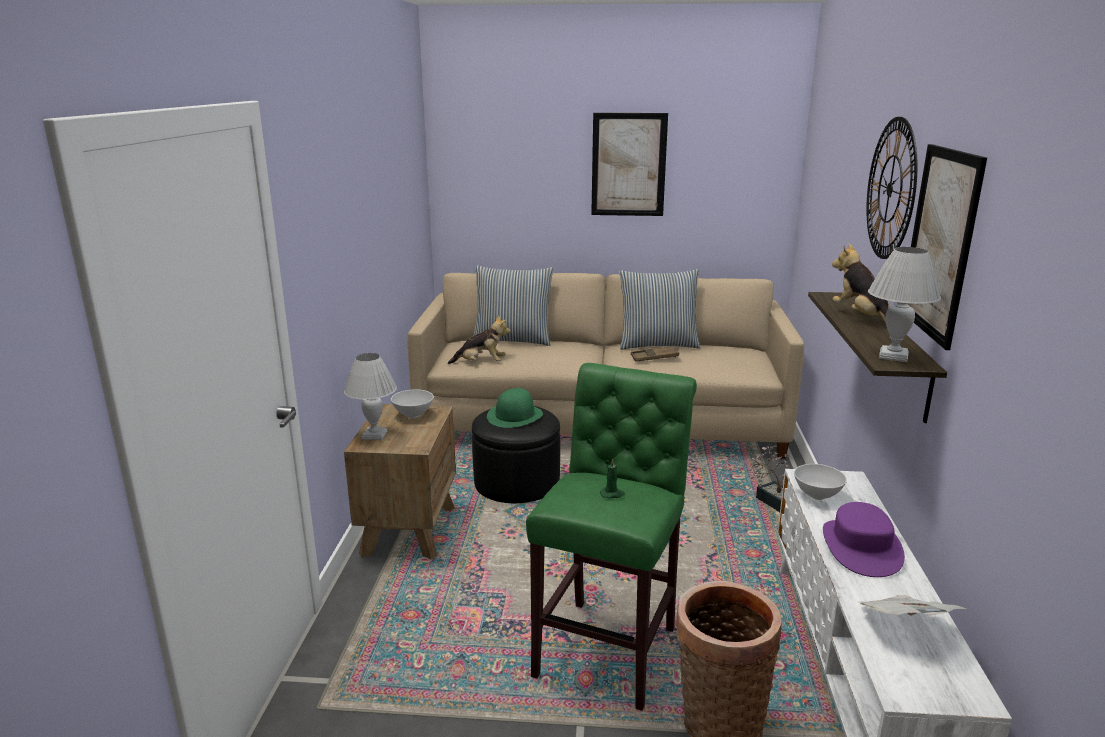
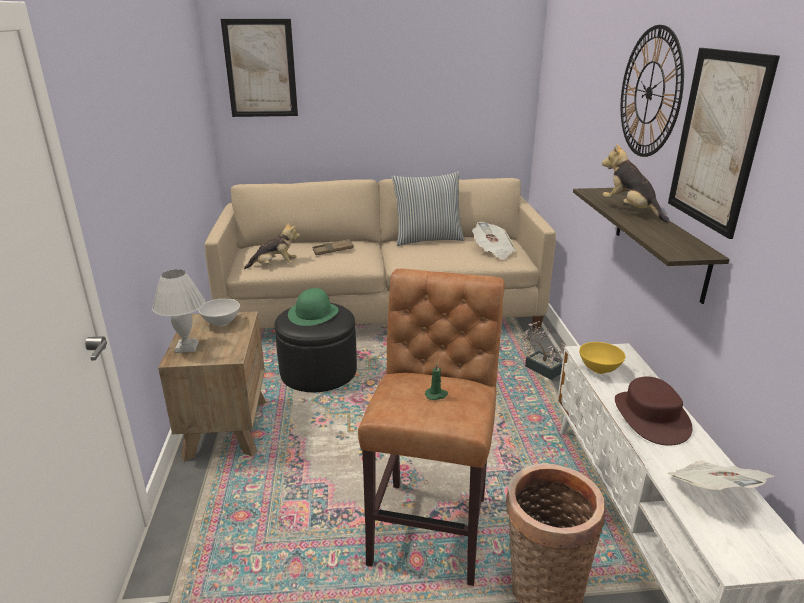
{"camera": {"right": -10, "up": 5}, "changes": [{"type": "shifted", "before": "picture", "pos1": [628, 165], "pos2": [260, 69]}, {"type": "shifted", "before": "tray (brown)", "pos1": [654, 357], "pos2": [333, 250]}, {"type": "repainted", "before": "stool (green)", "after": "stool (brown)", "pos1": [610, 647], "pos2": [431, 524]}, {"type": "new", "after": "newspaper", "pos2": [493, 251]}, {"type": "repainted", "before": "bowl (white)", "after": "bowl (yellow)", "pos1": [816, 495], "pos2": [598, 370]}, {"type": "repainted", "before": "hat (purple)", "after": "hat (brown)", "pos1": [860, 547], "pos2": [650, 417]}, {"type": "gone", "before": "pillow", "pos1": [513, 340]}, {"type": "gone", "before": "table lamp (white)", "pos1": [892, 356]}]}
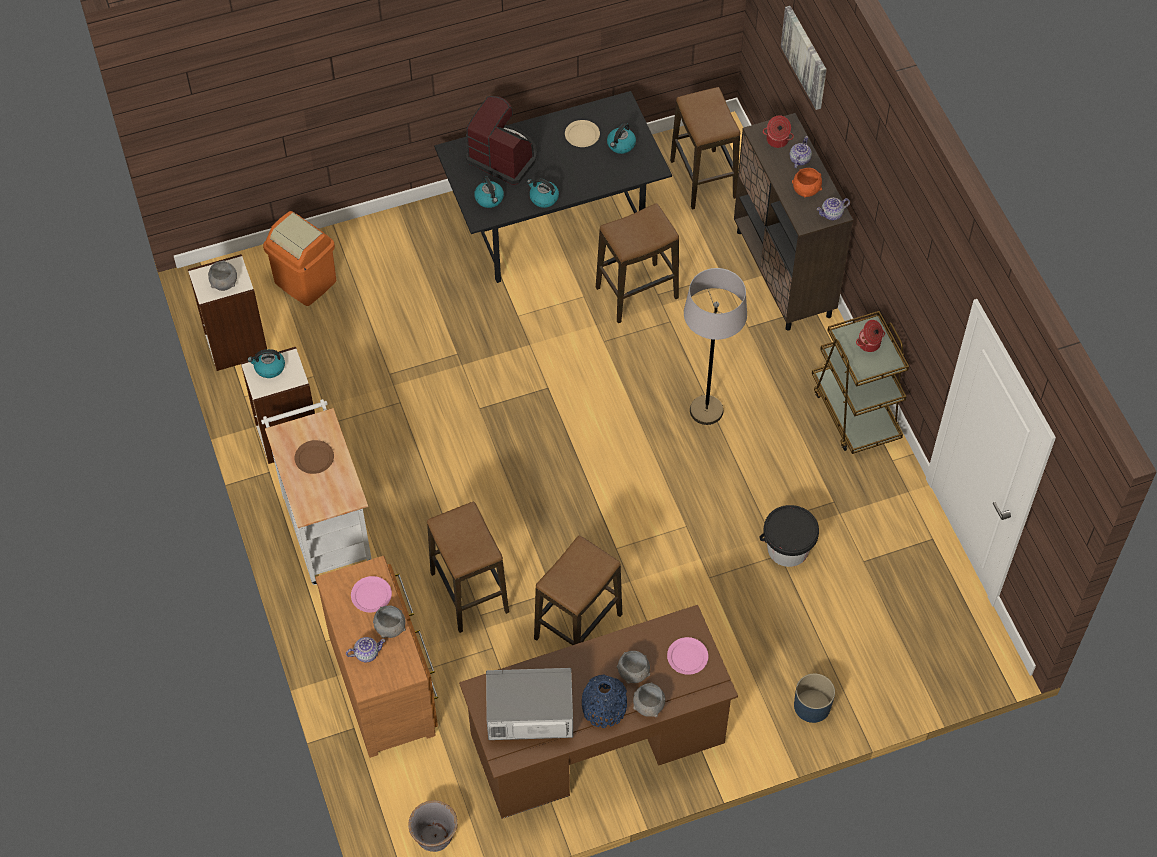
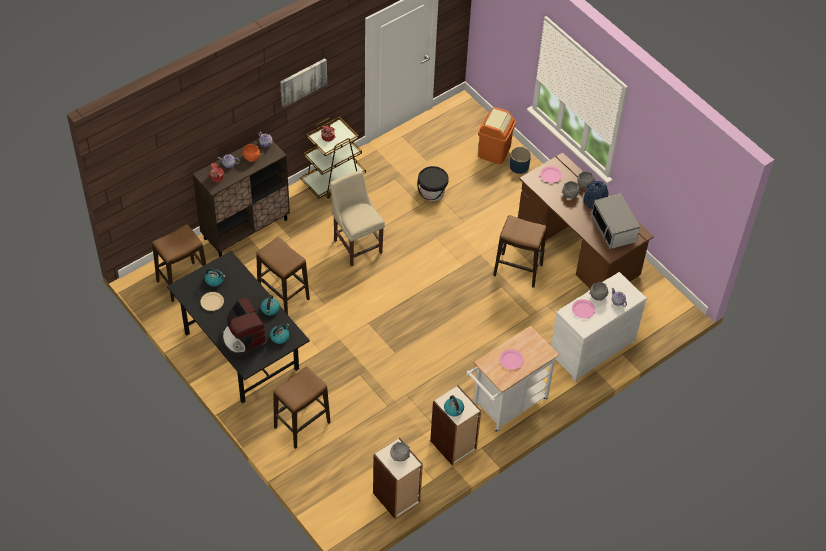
{"camera": {"right": -110, "up": -5}, "changes": [{"type": "rotated", "before": "coffee machine", "pos1": [503, 157], "pos2": [243, 338], "turn": -45}, {"type": "shifted", "before": "stool", "pos1": [469, 592], "pos2": [302, 425]}, {"type": "shifted", "before": "picture", "pos1": [805, 57], "pos2": [303, 82]}, {"type": "swapped", "before": "floor lamp (grey)", "after": "chair (beige)", "pos1": [706, 410], "pos2": [357, 244]}, {"type": "shifted", "before": "trash can (orange)", "pos1": [306, 281], "pos2": [494, 151]}, {"type": "repainted", "before": "plate (brown)", "after": "plate (pink)", "pos1": [314, 458], "pos2": [511, 360]}, {"type": "repainted", "before": "dresser (brown)", "after": "dresser (white)", "pos1": [385, 683], "pos2": [590, 347]}, {"type": "gone", "before": "planter (grey)", "pos1": [435, 837]}]}
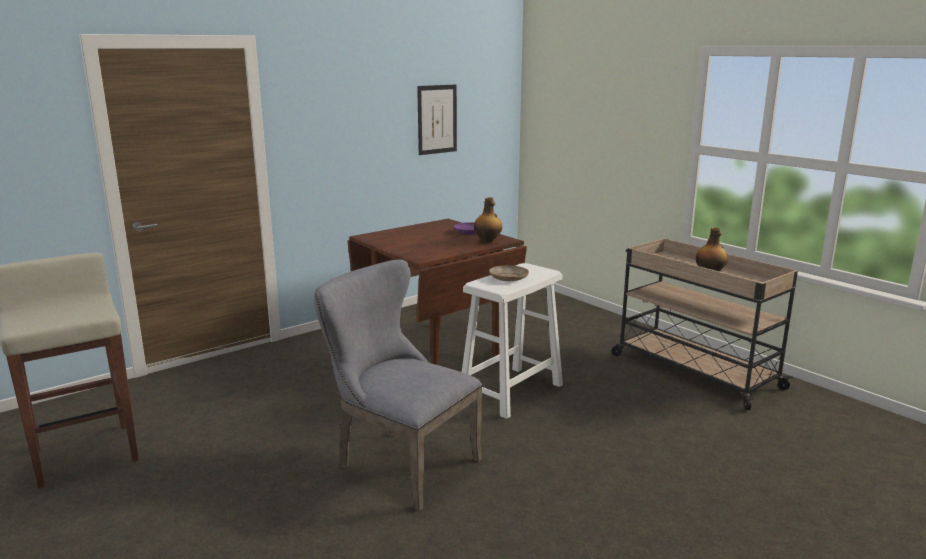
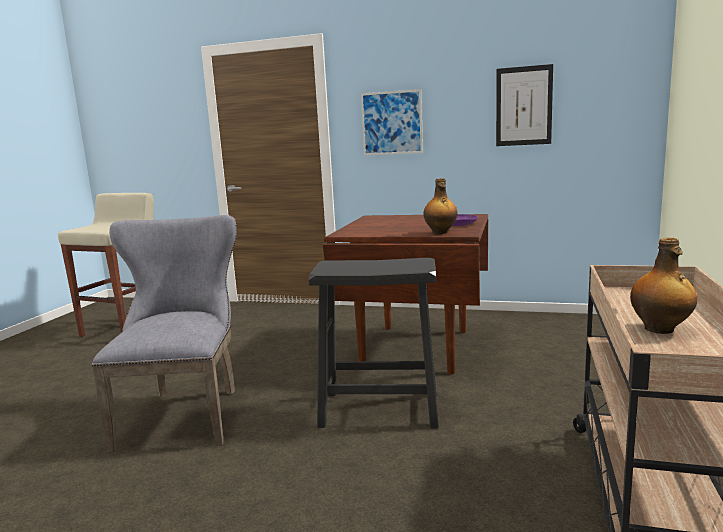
{"camera": {"right": 55, "up": -5}, "changes": [{"type": "repainted", "before": "stool (white)", "after": "stool (black)", "pos1": [510, 392], "pos2": [379, 409]}, {"type": "new", "after": "picture", "pos2": [391, 123]}, {"type": "gone", "before": "plate (beige)", "pos1": [508, 278]}]}
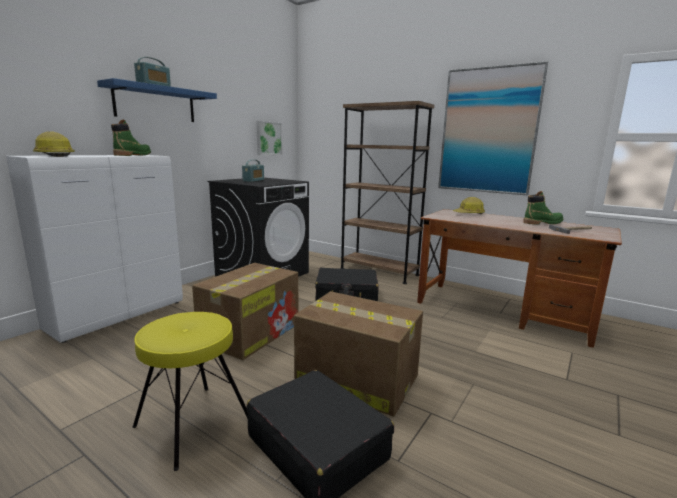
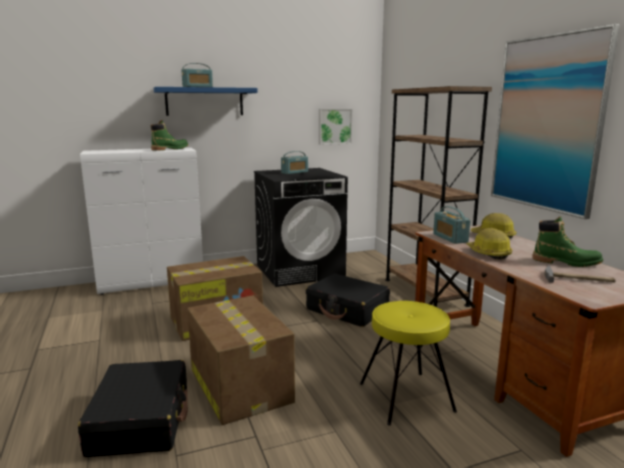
{"camera": {"right": 35, "up": 0}, "changes": [{"type": "shifted", "before": "stool (yellow)", "pos1": [192, 424], "pos2": [405, 397]}, {"type": "new", "after": "radio", "pos2": [450, 238]}, {"type": "shifted", "before": "hard hat", "pos1": [53, 156], "pos2": [488, 253]}]}
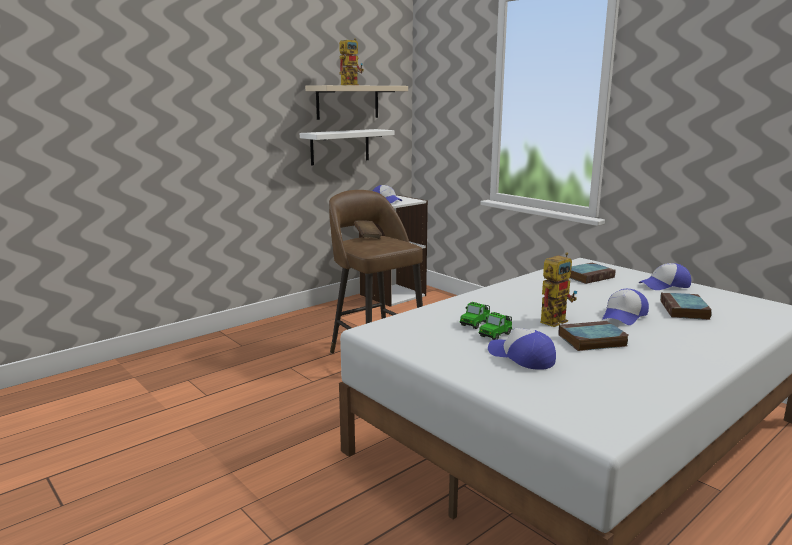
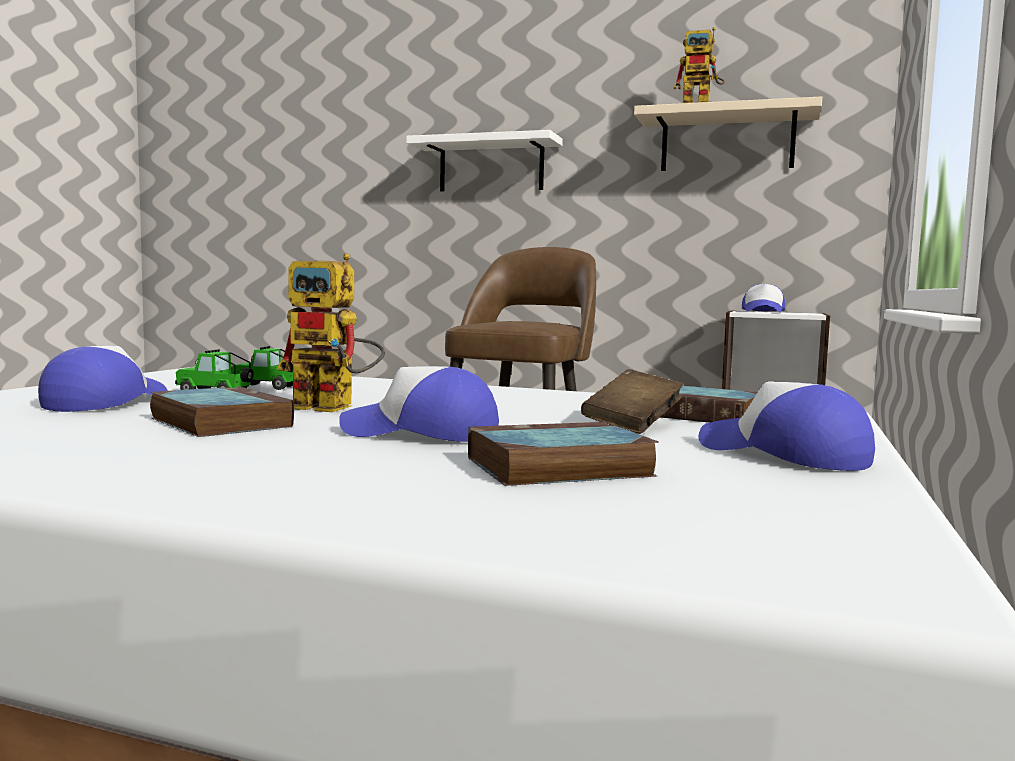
{"camera": {"right": 60, "up": -10}, "changes": [{"type": "shifted", "before": "shelf (white)", "pos1": [340, 146], "pos2": [491, 166]}, {"type": "shifted", "before": "book (brown)", "pos1": [367, 237], "pos2": [632, 425]}]}
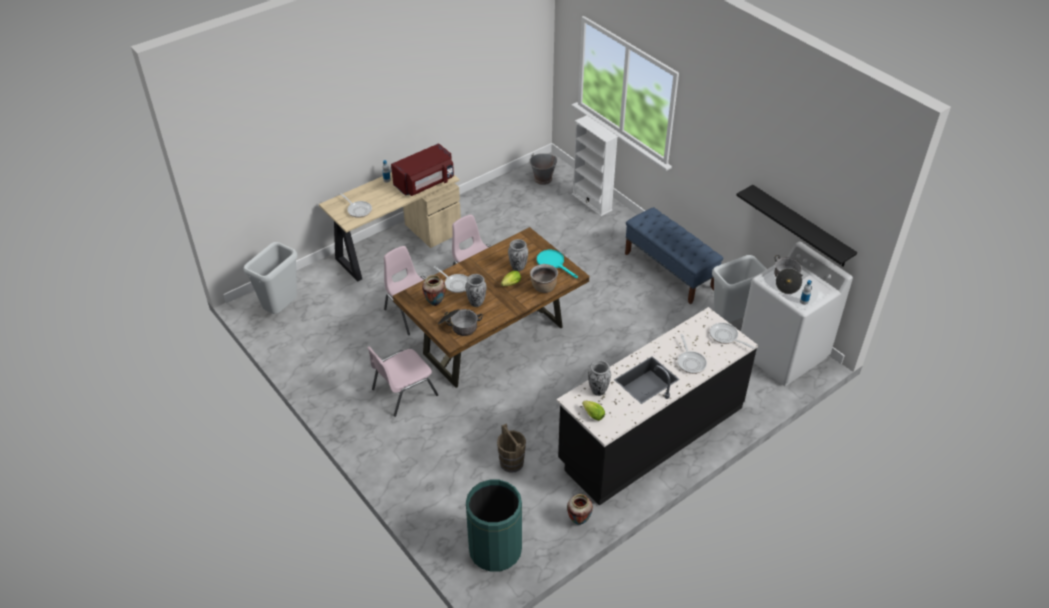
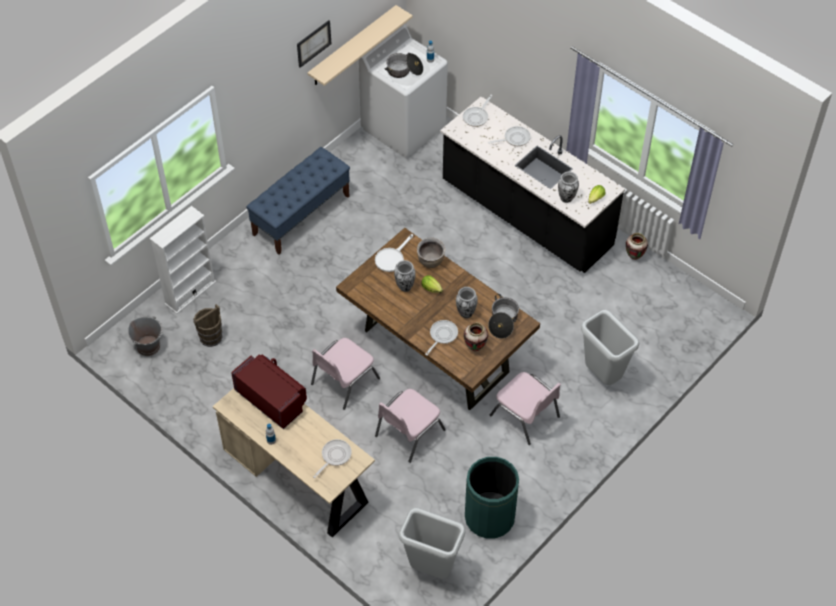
{"camera": {"right": -100, "up": 10}, "changes": [{"type": "shifted", "before": "bucket (brown)", "pos1": [511, 462], "pos2": [210, 337]}, {"type": "new", "after": "picture", "pos2": [313, 43]}, {"type": "repainted", "before": "shelf (black)", "after": "shelf (beige)", "pos1": [800, 226], "pos2": [352, 46]}, {"type": "repainted", "before": "frying pan (turquoise)", "after": "frying pan (white)", "pos1": [553, 263], "pos2": [391, 258]}, {"type": "shifted", "before": "trash can (green)", "pos1": [495, 550], "pos2": [489, 517]}, {"type": "shifted", "before": "trash can (grey)", "pos1": [730, 320], "pos2": [601, 376]}]}
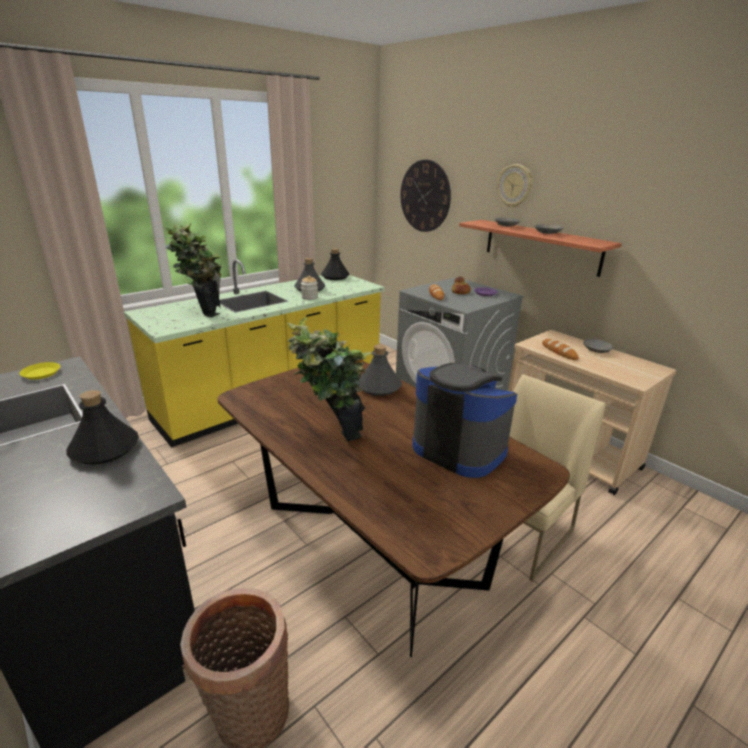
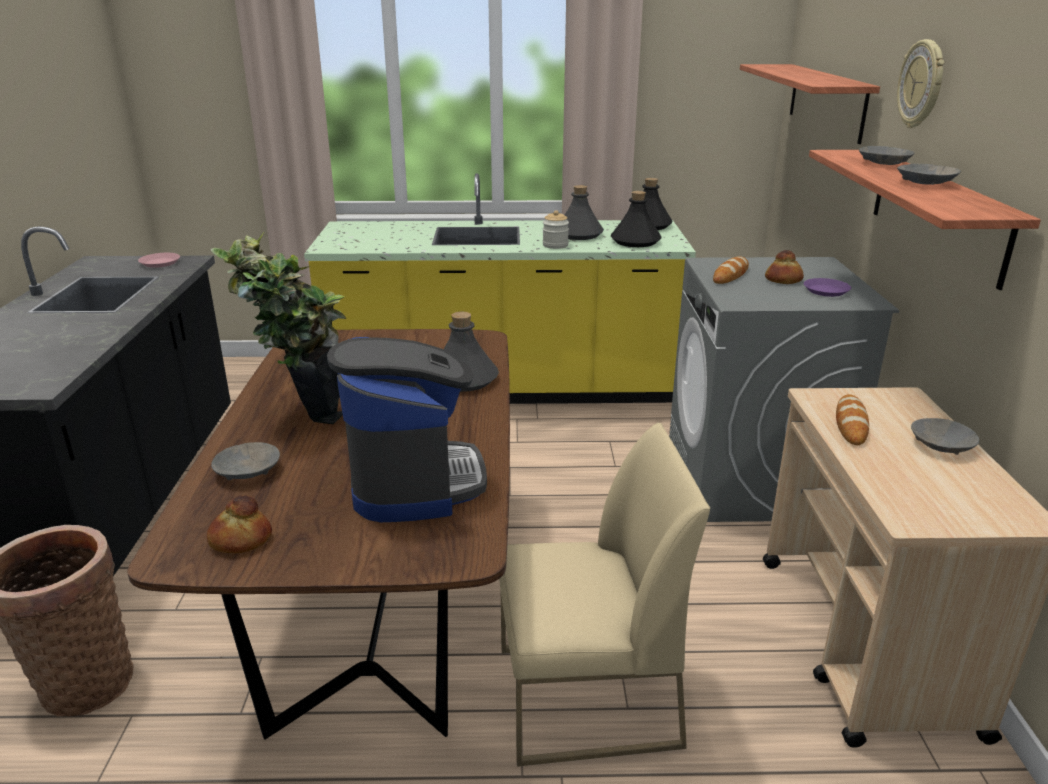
{"camera": {"right": 40, "up": 0}, "changes": [{"type": "repainted", "before": "plate (yellow)", "after": "plate (pink)", "pos1": [41, 373], "pos2": [160, 263]}, {"type": "new", "after": "bread", "pos2": [240, 540]}, {"type": "new", "after": "bowl (grey)", "pos2": [248, 471]}, {"type": "shifted", "before": "bottle (black)", "pos1": [104, 449], "pos2": [635, 241]}, {"type": "swapped", "before": "wall clock", "after": "shelf", "pos1": [425, 196], "pos2": [826, 101]}, {"type": "gone", "before": "potted plant", "pos1": [202, 312]}]}
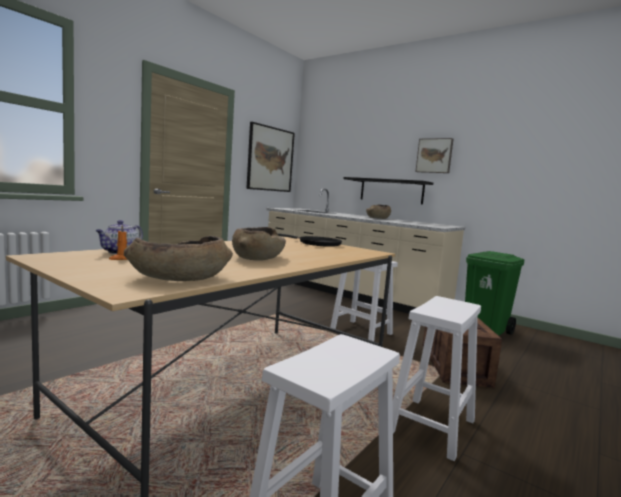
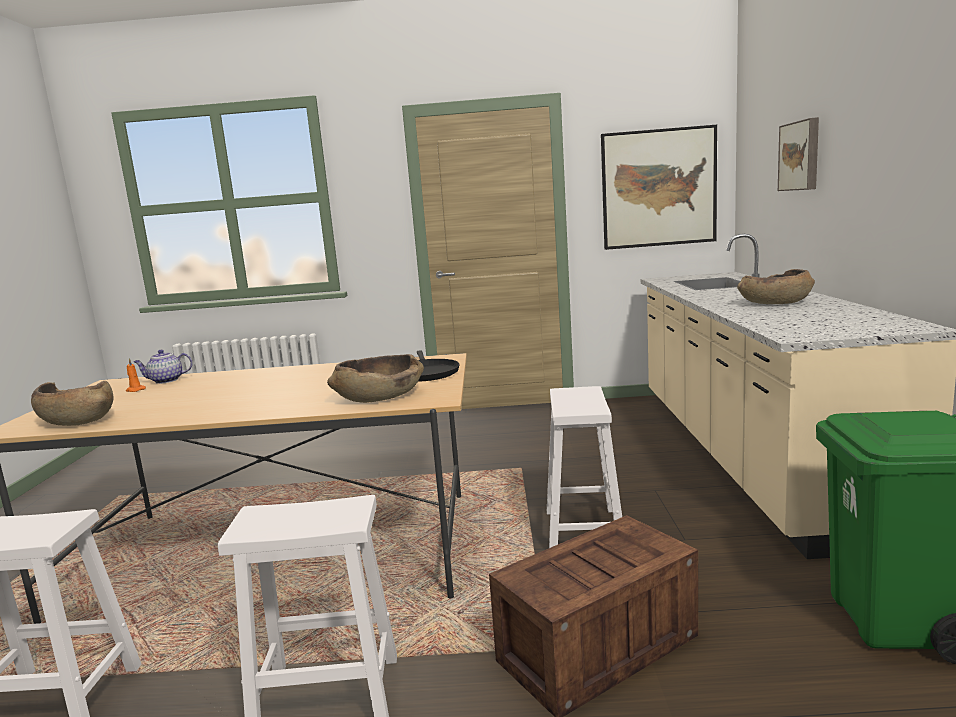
{"camera": {"right": 55, "up": 5}, "changes": [{"type": "shifted", "before": "bowl (brown)", "pos1": [257, 257], "pos2": [379, 397]}, {"type": "shifted", "before": "picture", "pos1": [434, 155], "pos2": [801, 156]}, {"type": "gone", "before": "shelf (black)", "pos1": [391, 191]}]}
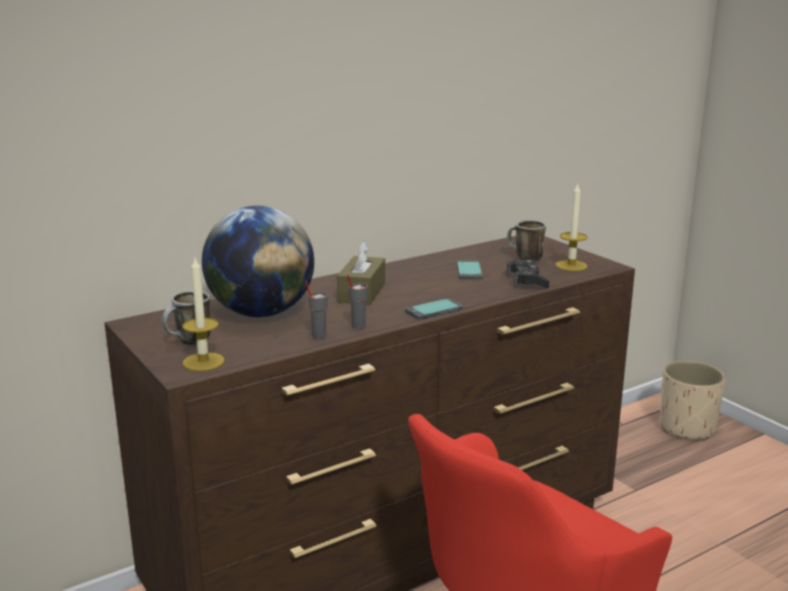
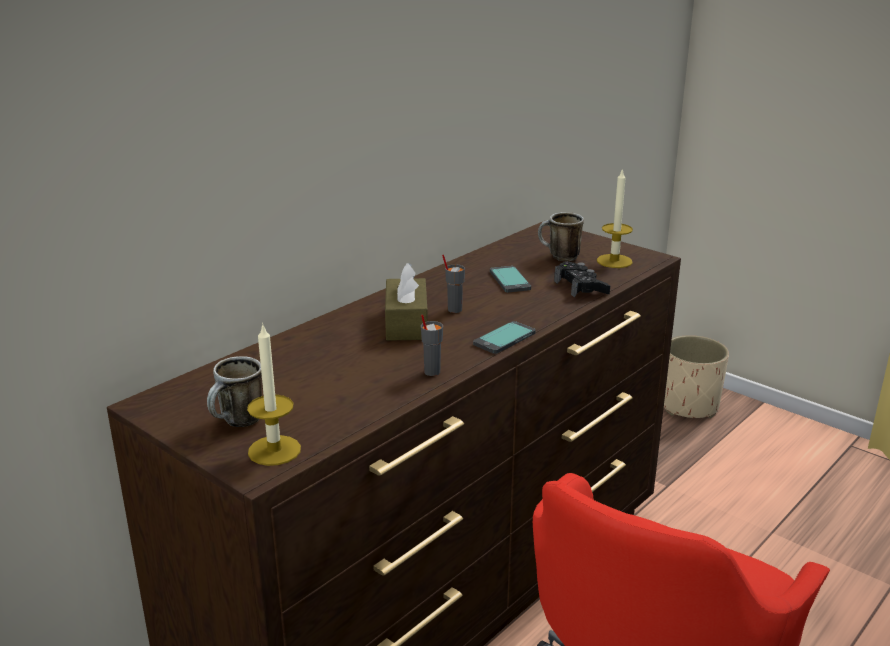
{"camera": {"right": -15, "up": 5}, "changes": [{"type": "shifted", "before": "cup (grey)", "pos1": [318, 336], "pos2": [454, 309]}, {"type": "gone", "before": "globe", "pos1": [261, 313]}]}
